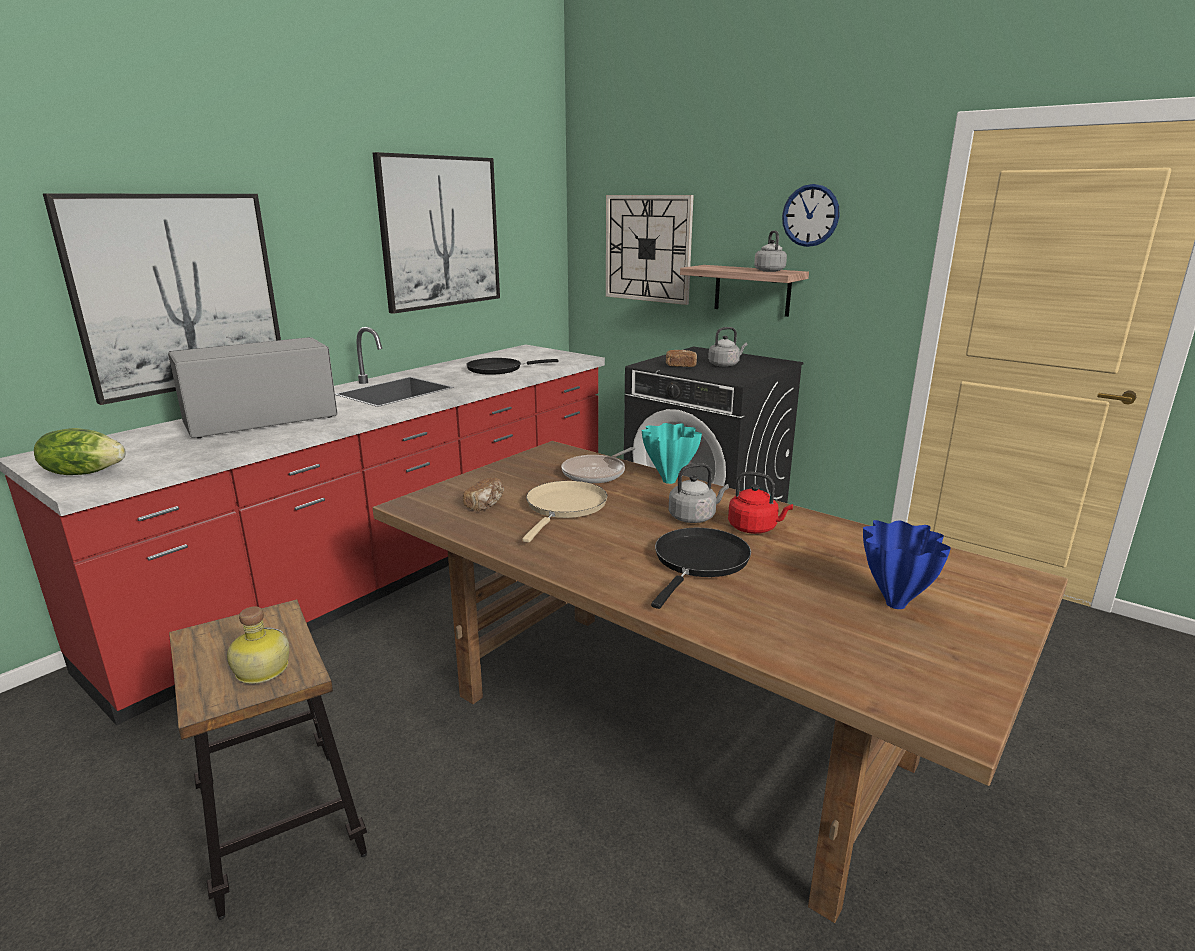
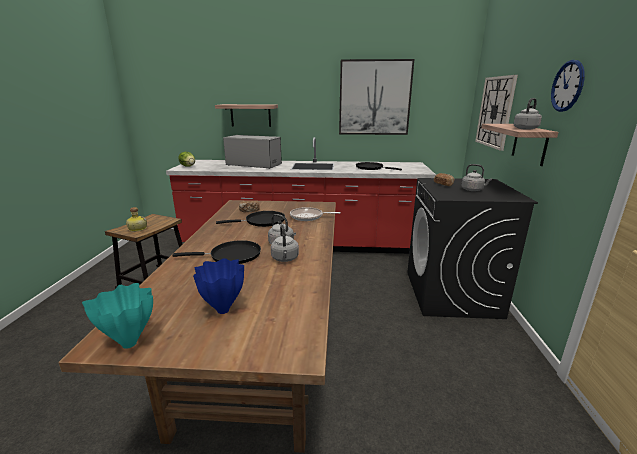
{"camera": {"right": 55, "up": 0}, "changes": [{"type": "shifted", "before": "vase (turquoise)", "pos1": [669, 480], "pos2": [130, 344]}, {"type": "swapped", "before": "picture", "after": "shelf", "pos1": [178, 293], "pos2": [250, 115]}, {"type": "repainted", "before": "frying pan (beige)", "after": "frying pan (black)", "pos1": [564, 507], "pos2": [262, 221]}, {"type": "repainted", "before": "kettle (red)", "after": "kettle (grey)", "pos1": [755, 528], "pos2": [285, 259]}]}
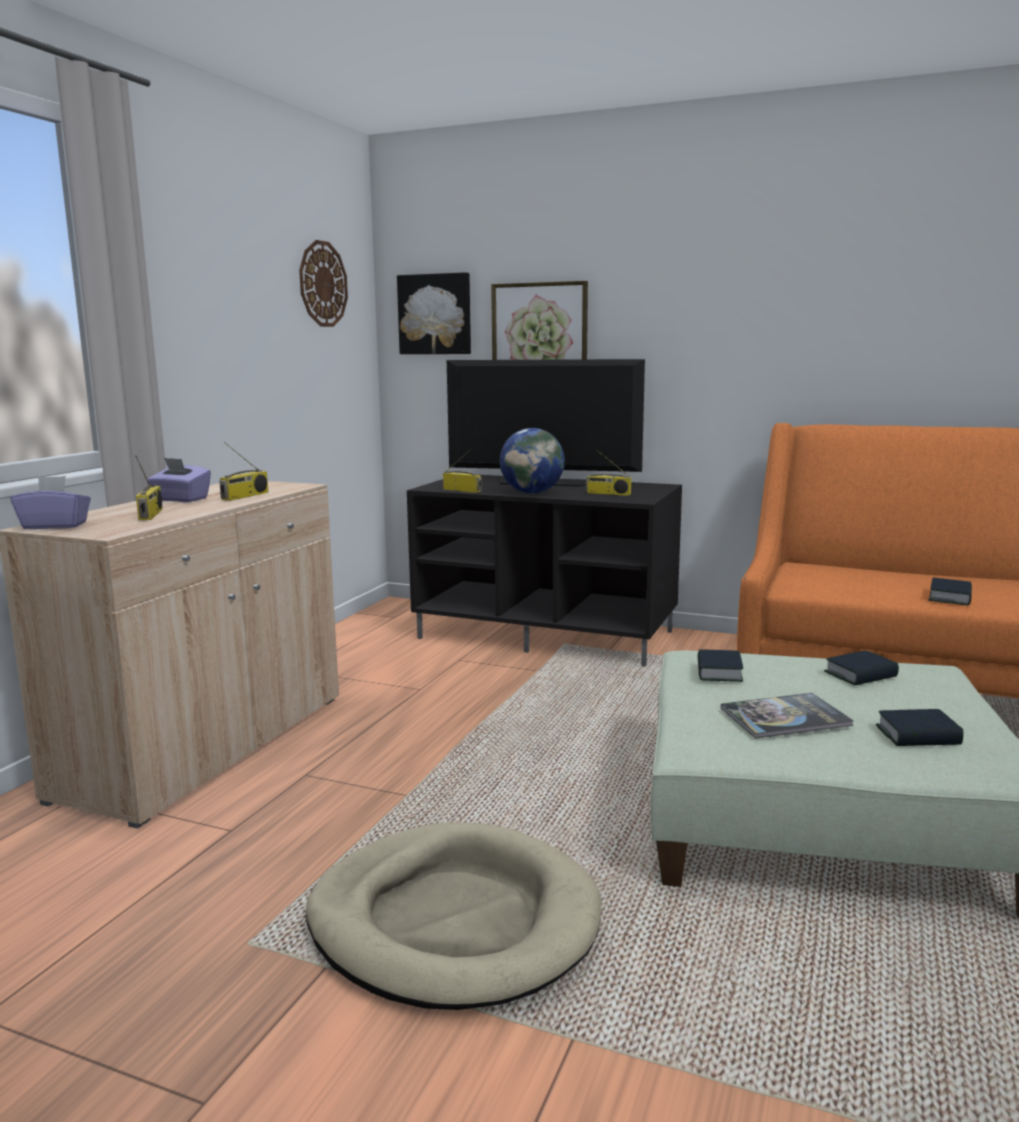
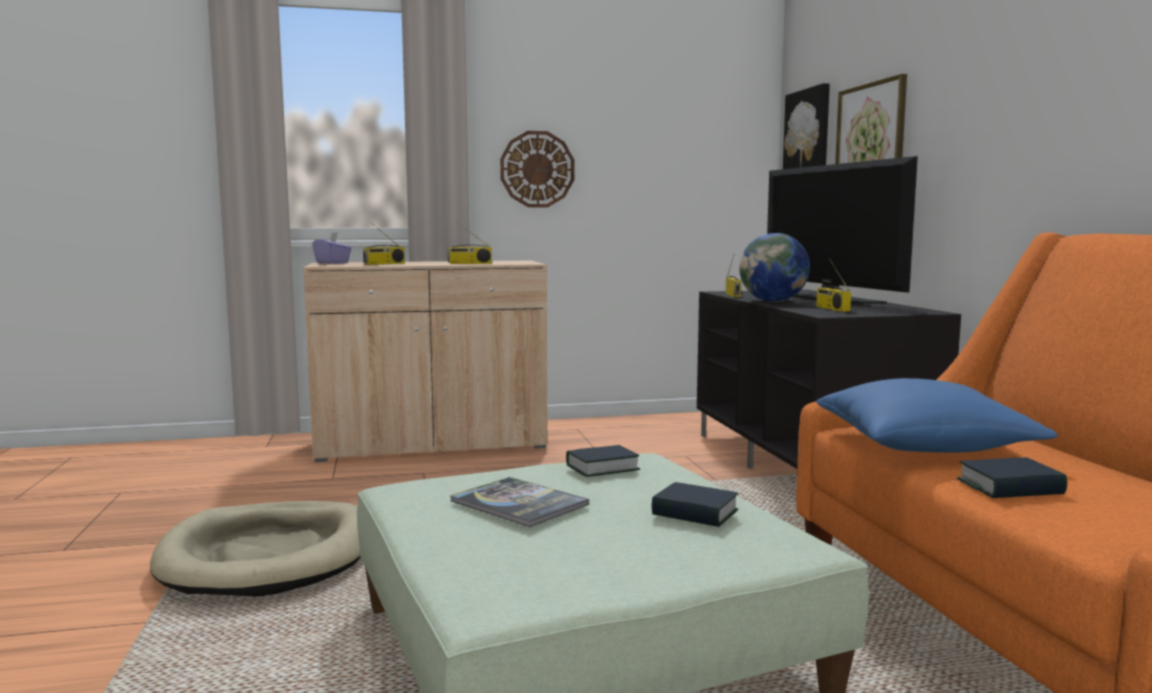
{"camera": {"right": 55, "up": -5}, "changes": [{"type": "shifted", "before": "wall clock", "pos1": [322, 284], "pos2": [537, 169]}, {"type": "new", "after": "pillow (blue)", "pos2": [923, 445]}, {"type": "gone", "before": "tissue box (purple)", "pos1": [180, 499]}, {"type": "gone", "before": "book", "pos1": [918, 736]}]}
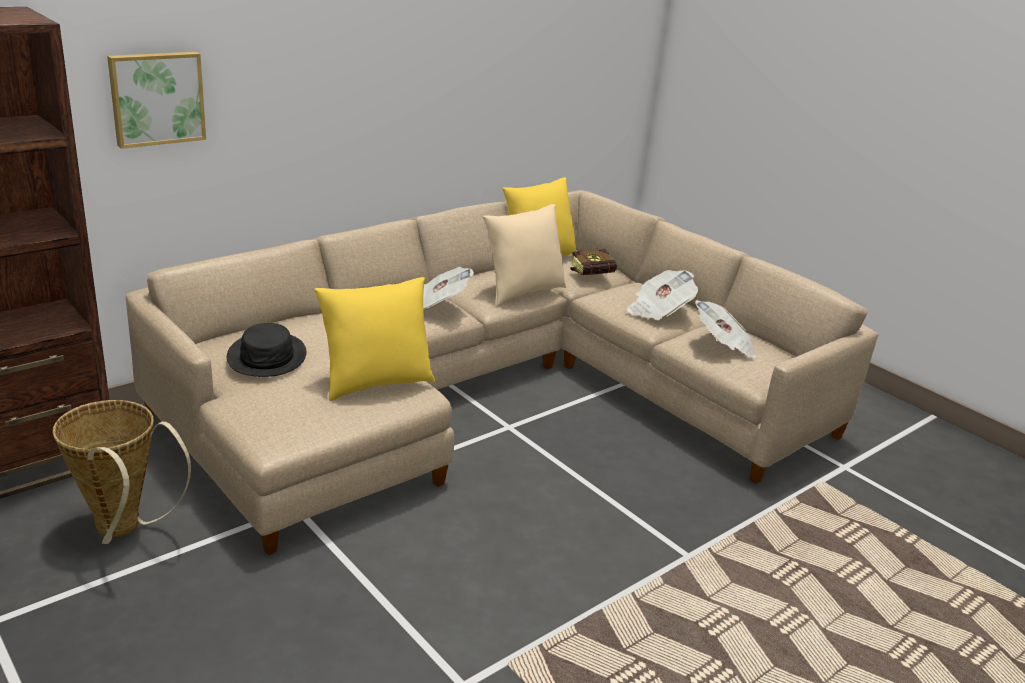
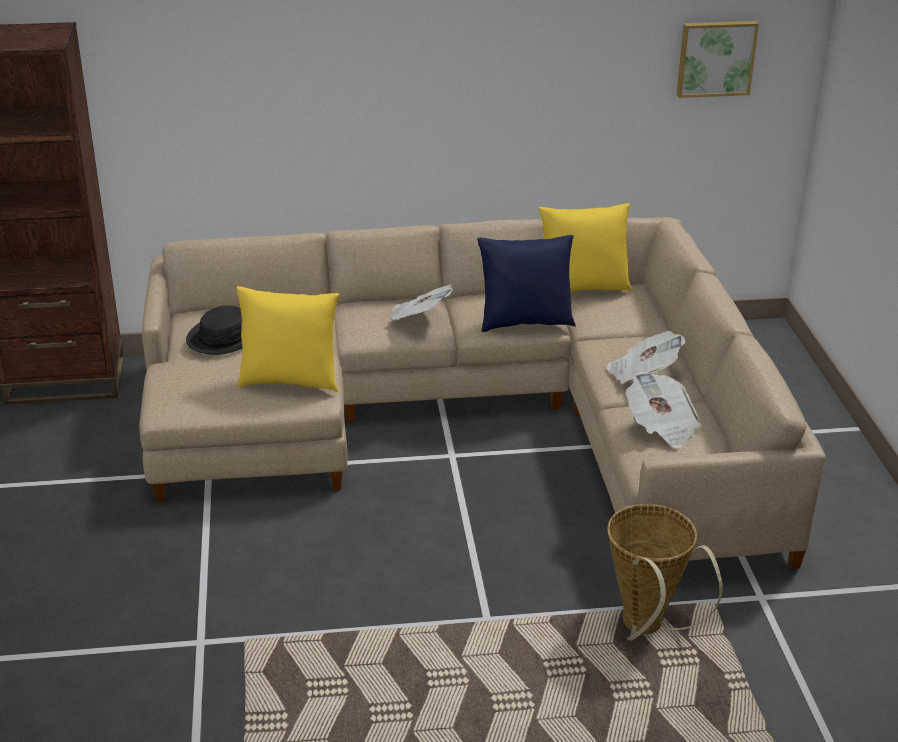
{"camera": {"right": 35, "up": 5}, "changes": [{"type": "repainted", "before": "pillow (beige)", "after": "pillow (blue)", "pos1": [522, 292], "pos2": [525, 322]}, {"type": "shifted", "before": "basket", "pos1": [123, 531], "pos2": [646, 630]}, {"type": "shifted", "before": "picture", "pos1": [156, 98], "pos2": [715, 58]}, {"type": "gone", "before": "book", "pos1": [596, 275]}]}
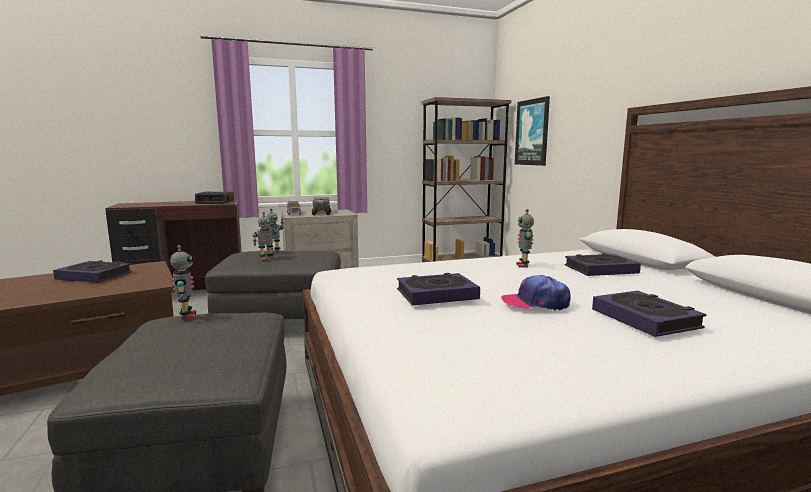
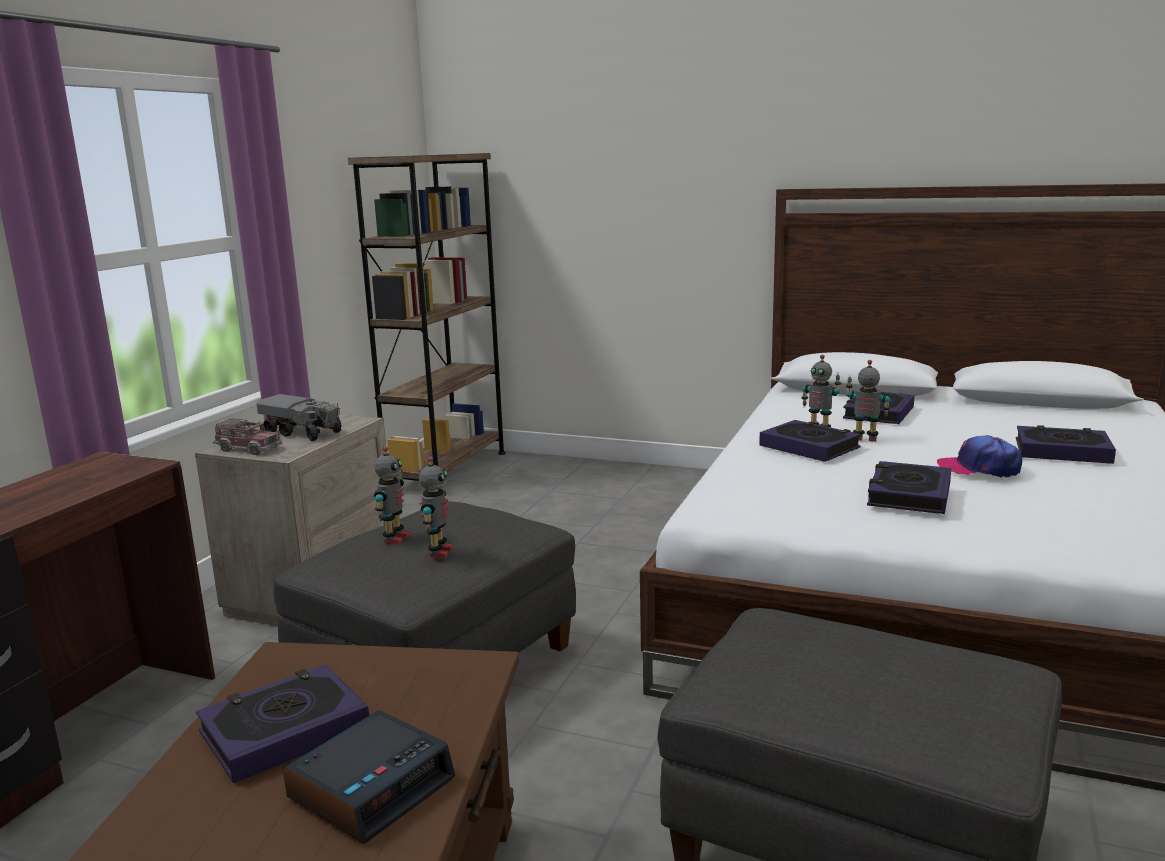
{"camera": {"right": -50, "up": 5}, "changes": [{"type": "shifted", "before": "alarm clock", "pos1": [215, 202], "pos2": [372, 787]}, {"type": "new", "after": "book", "pos2": [809, 447]}, {"type": "shifted", "before": "toy robot", "pos1": [187, 316], "pos2": [865, 439]}, {"type": "rotated", "before": "cap", "pos1": [535, 303], "pos2": [979, 468], "turn": 60}, {"type": "gone", "before": "picture", "pos1": [532, 132]}]}
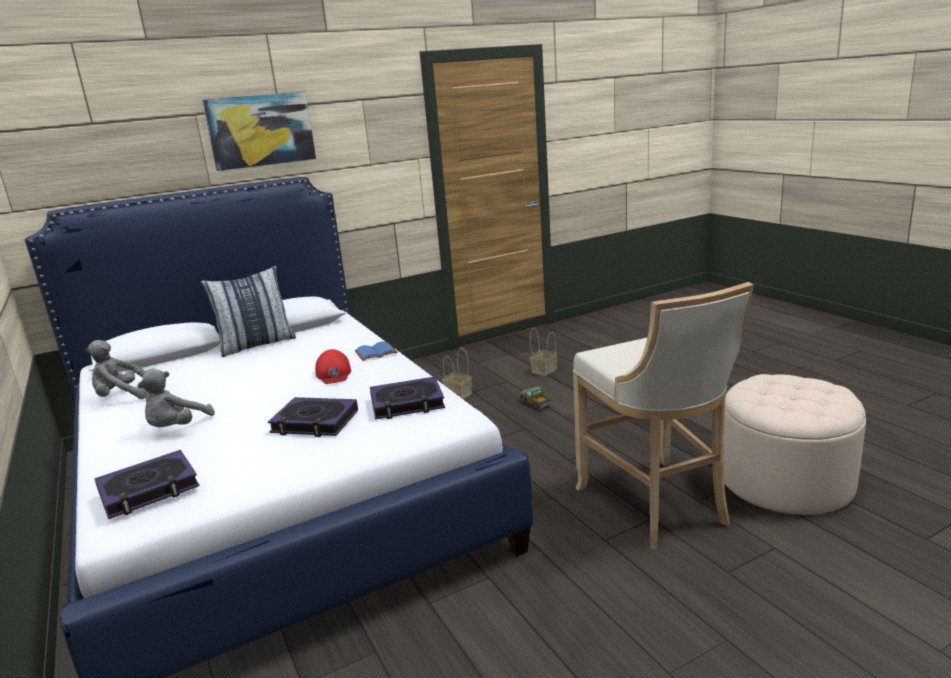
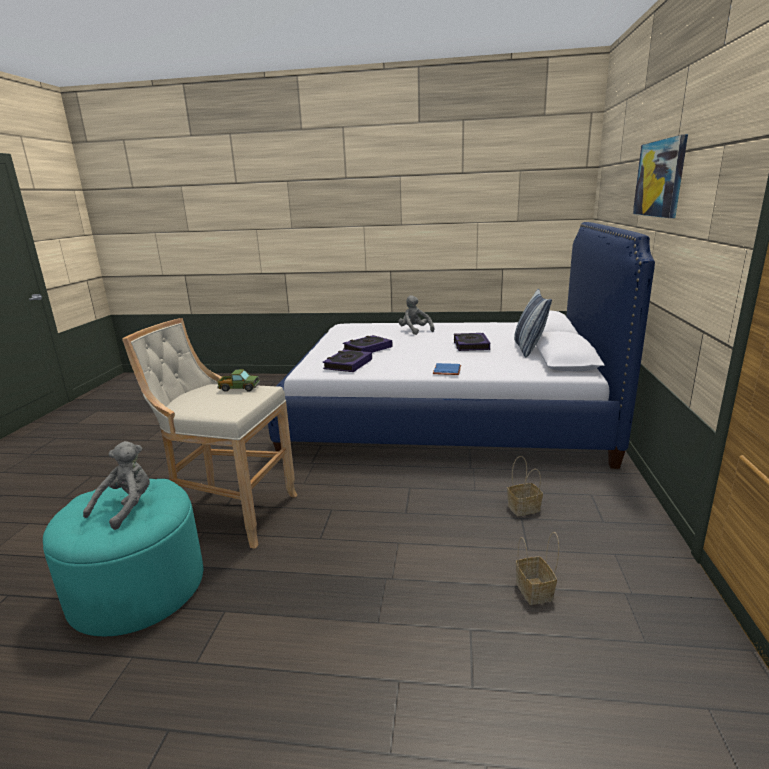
{"camera": {"right": 125, "up": 0}, "changes": [{"type": "repainted", "before": "ottoman (beige)", "after": "ottoman (turquoise)", "pos1": [785, 481], "pos2": [138, 589]}, {"type": "shifted", "before": "plush toy (grey)", "pos1": [122, 396], "pos2": [127, 508]}, {"type": "shifted", "before": "toy truck", "pos1": [536, 403], "pos2": [239, 388]}, {"type": "shifted", "before": "book", "pos1": [149, 490], "pos2": [471, 345]}, {"type": "gone", "before": "cap (red)", "pos1": [333, 373]}]}
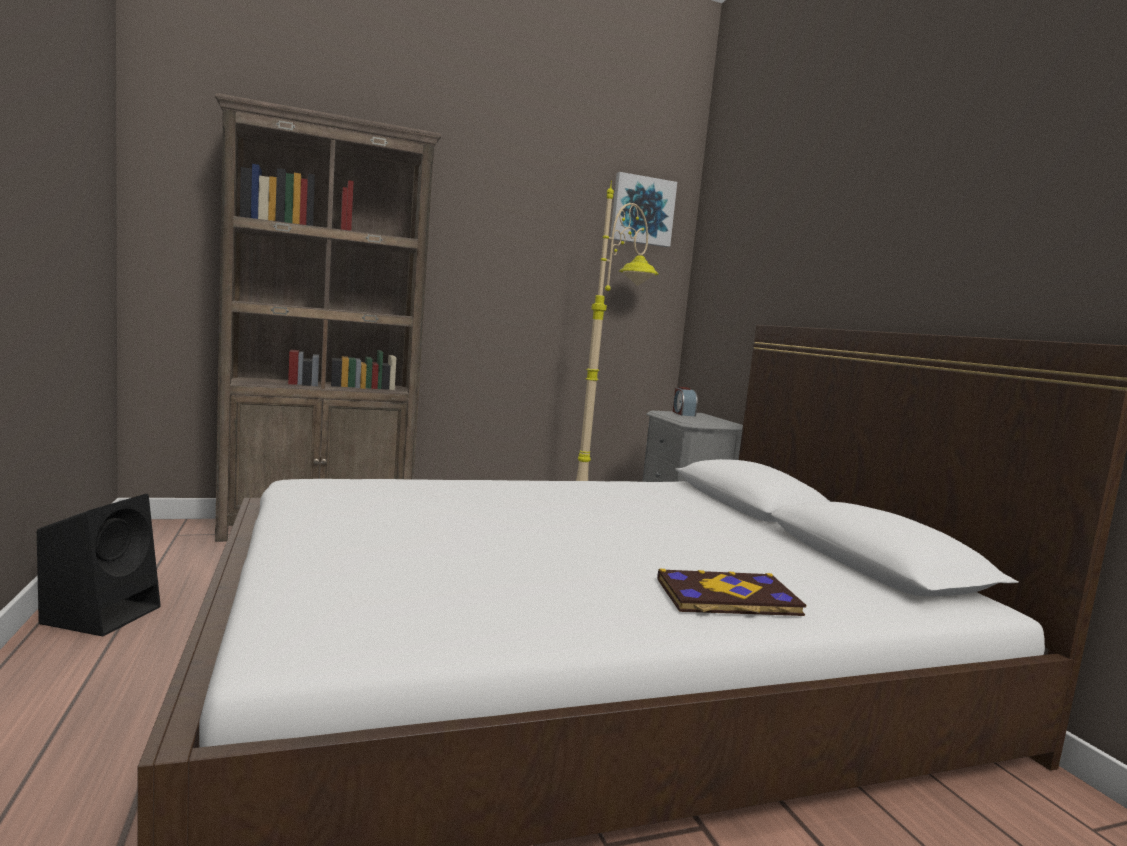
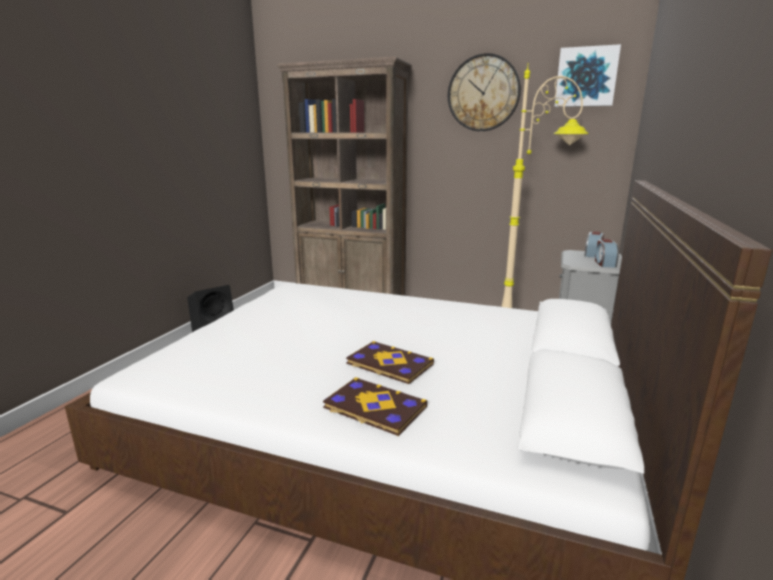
{"camera": {"right": 40, "up": 10}, "changes": [{"type": "new", "after": "book", "pos2": [389, 364]}, {"type": "new", "after": "wall clock", "pos2": [483, 93]}, {"type": "new", "after": "alarm clock", "pos2": [604, 263]}]}
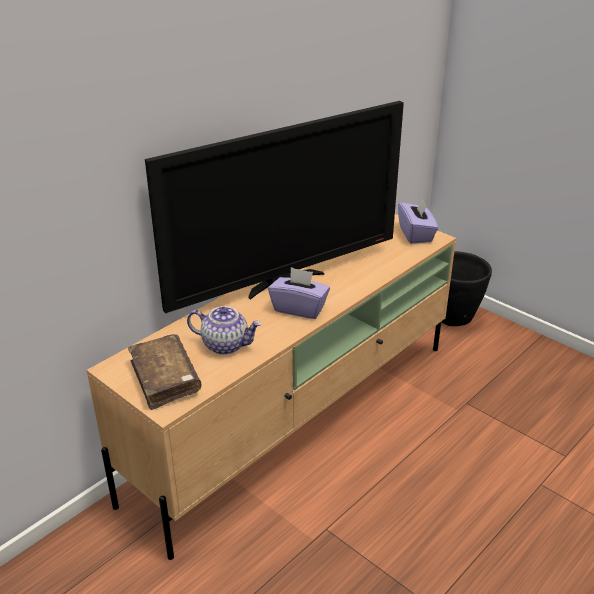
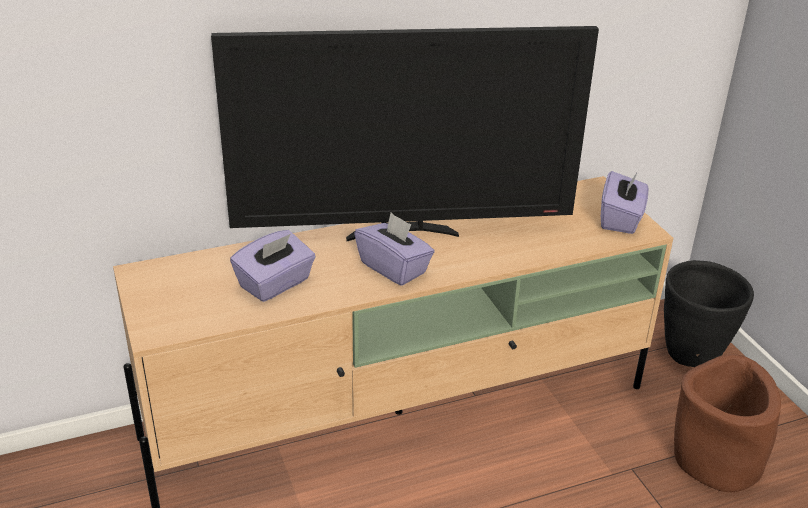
{"camera": {"right": 25, "up": 0}, "changes": [{"type": "swapped", "before": "teapot", "after": "tissue box (purple)", "pos1": [226, 344], "pos2": [275, 284]}, {"type": "new", "after": "planter (brown)", "pos2": [715, 460]}, {"type": "gone", "before": "book (brown)", "pos1": [165, 379]}]}
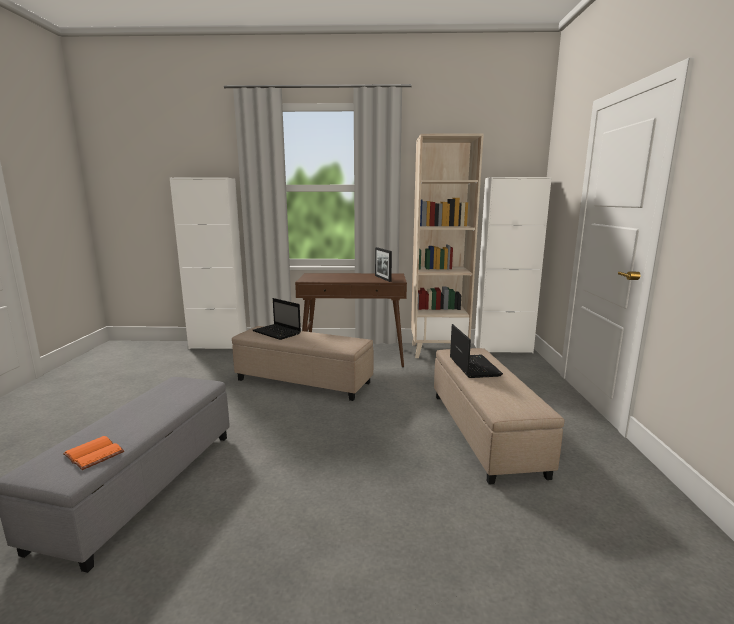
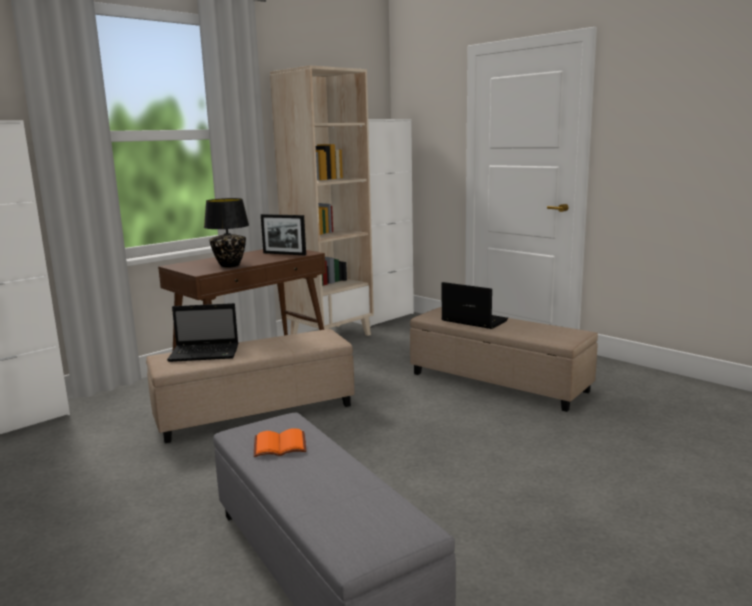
{"camera": {"right": -45, "up": 0}, "changes": [{"type": "new", "after": "table lamp (black)", "pos2": [230, 265]}, {"type": "shifted", "before": "book (orange)", "pos1": [96, 454], "pos2": [281, 444]}]}
